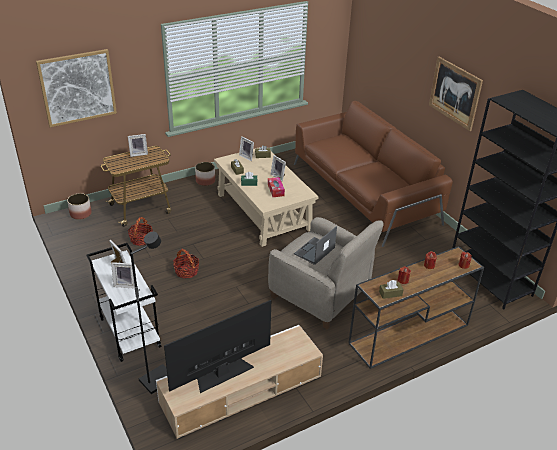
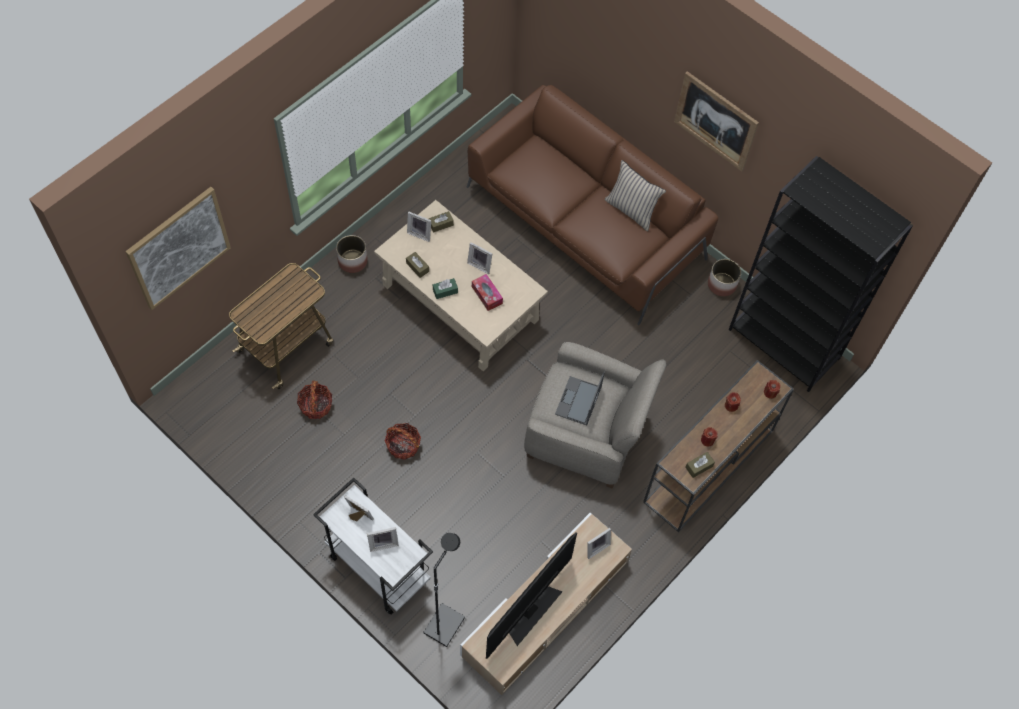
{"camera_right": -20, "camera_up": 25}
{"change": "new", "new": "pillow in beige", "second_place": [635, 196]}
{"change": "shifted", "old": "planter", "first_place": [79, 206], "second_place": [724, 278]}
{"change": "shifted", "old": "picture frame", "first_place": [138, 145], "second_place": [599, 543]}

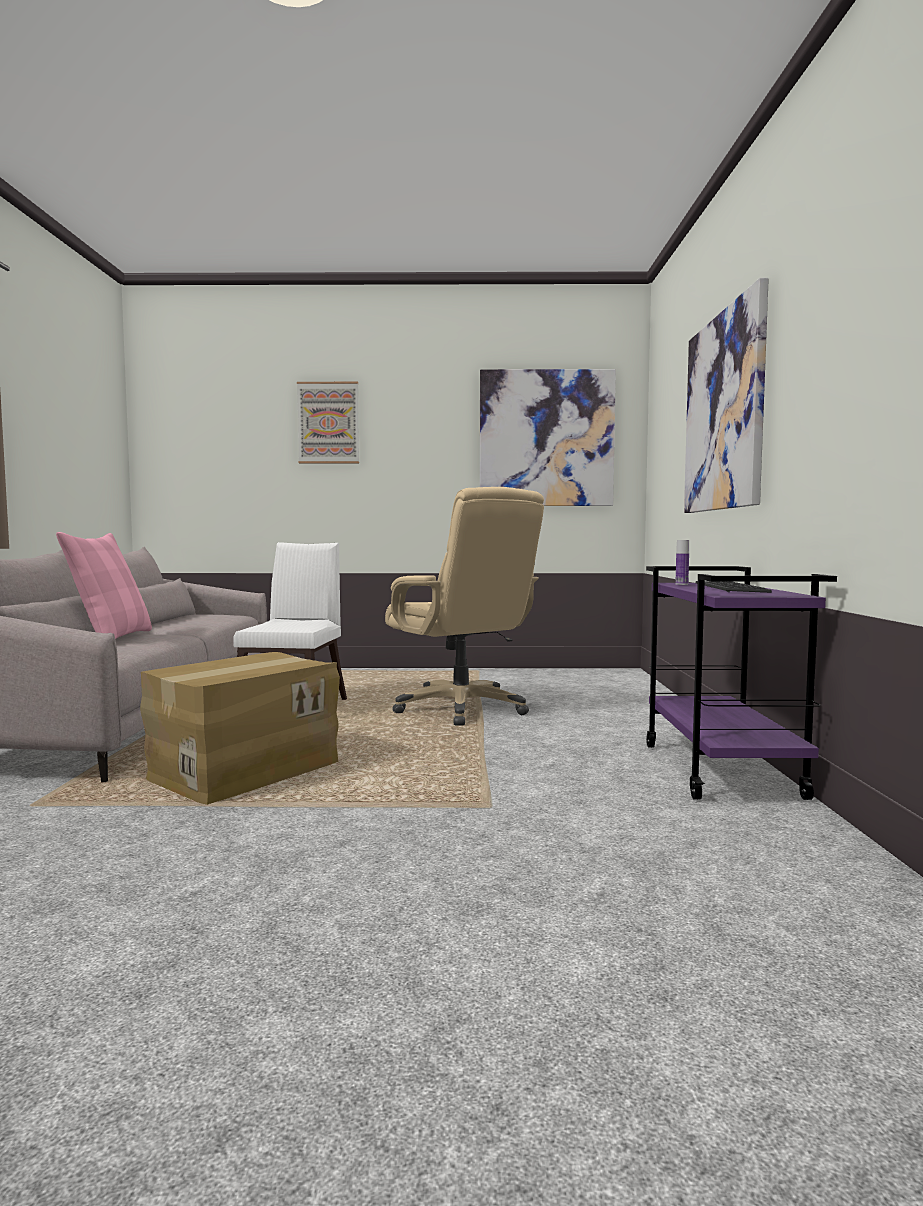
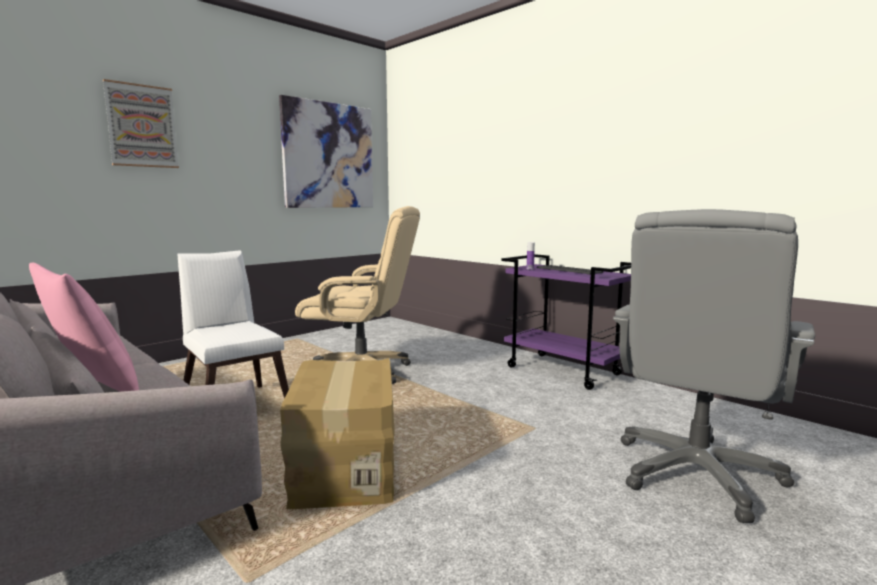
{"camera_right": -45, "camera_up": 5}
{"change": "gone", "old": "picture", "first_place": [726, 395]}
{"change": "new", "new": "office chair in grey", "second_place": [714, 366]}

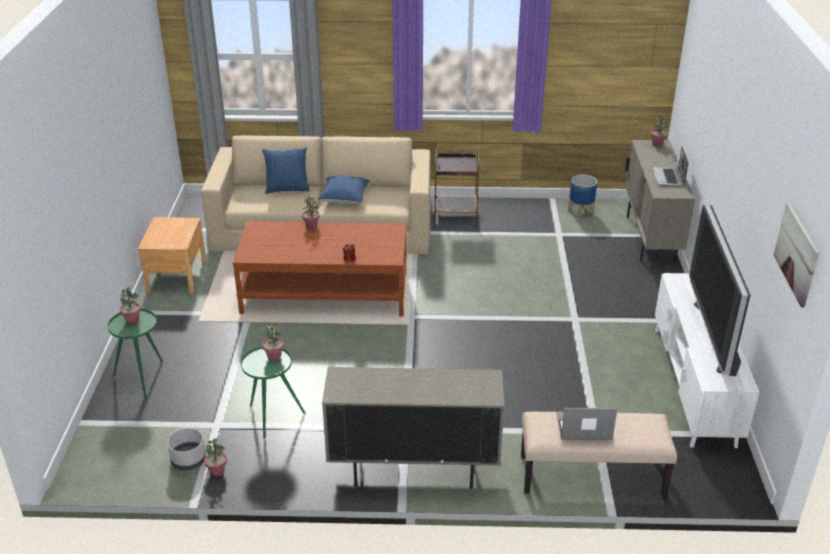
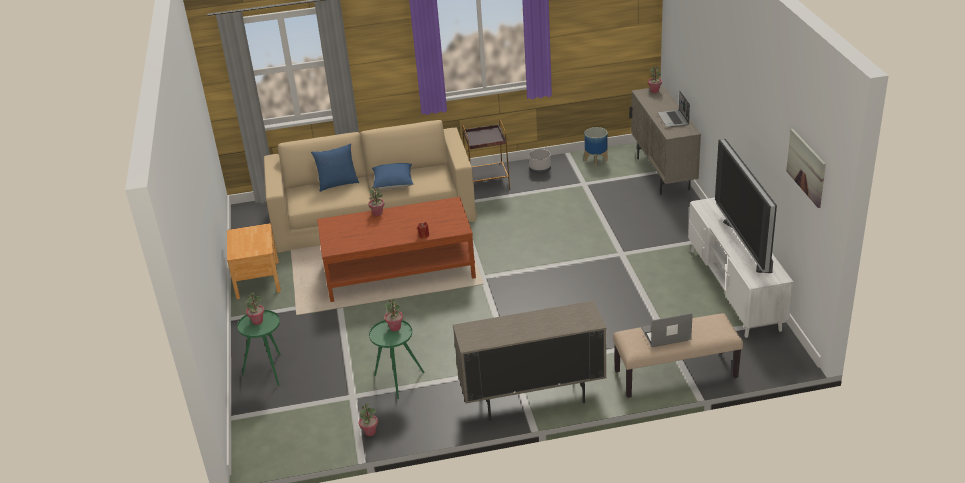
{"camera_right": -10, "camera_up": 0}
{"change": "shifted", "old": "planter in grey", "first_place": [186, 449], "second_place": [540, 161]}

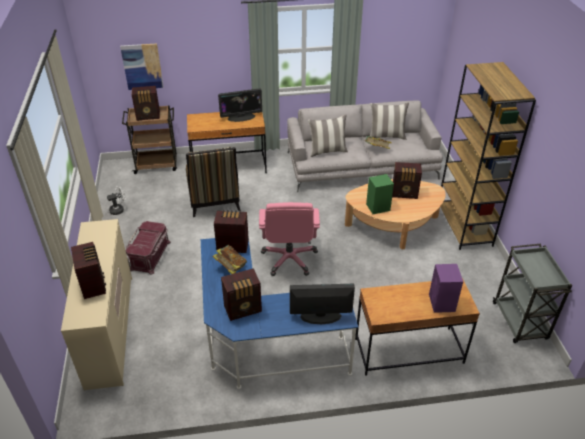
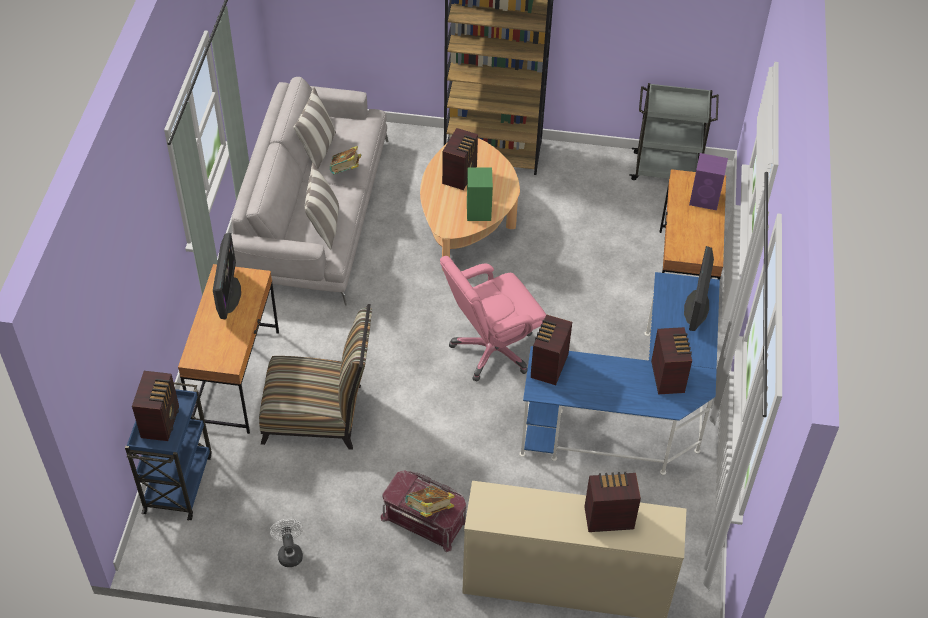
{"camera_right": -75, "camera_up": 10}
{"change": "gone", "old": "picture", "first_place": [142, 66]}
{"change": "shifted", "old": "book", "first_place": [230, 259], "second_place": [430, 501]}
{"change": "repainted", "old": "cart in brown", "new": "cart in blue", "first_place": [149, 139], "second_place": [168, 451]}
{"change": "rotated", "old": "office chair in pink", "first_place": [289, 239], "second_place": [493, 318], "degrees": 135}

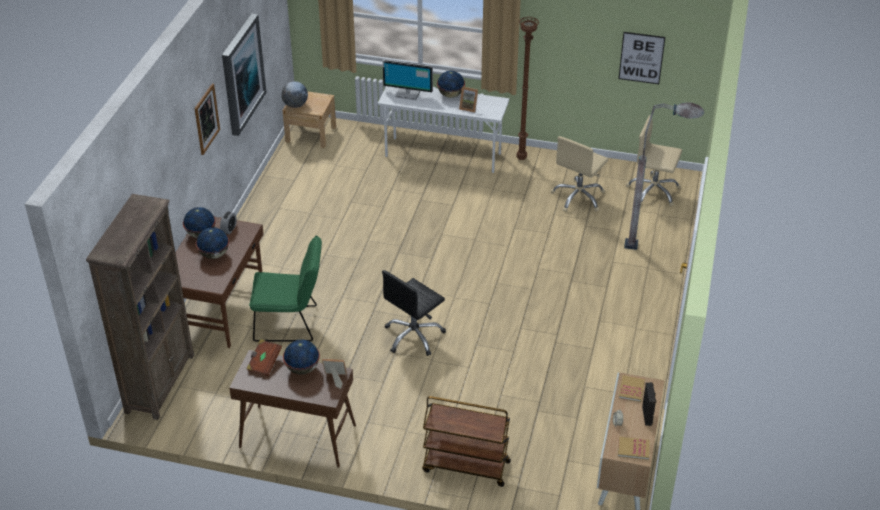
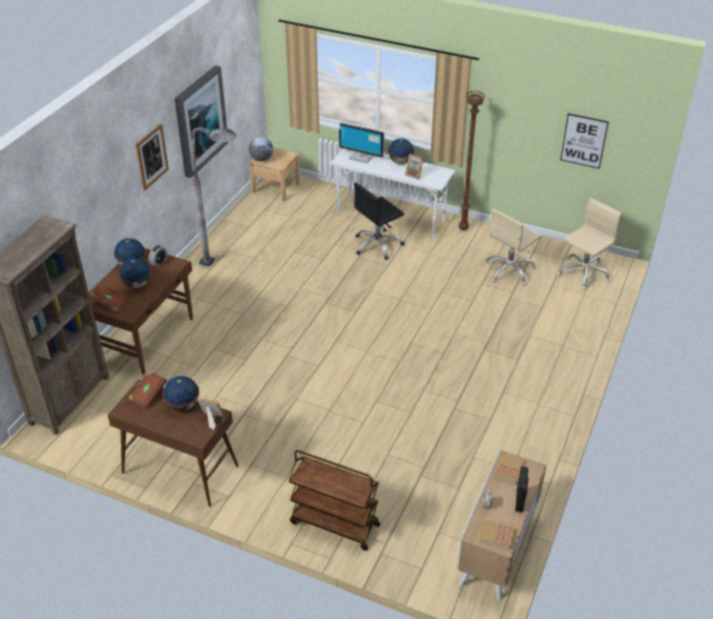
{"camera_right": 10, "camera_up": 0}
{"change": "gone", "old": "chair in green", "first_place": [285, 288]}
{"change": "new", "new": "book in brown", "second_place": [109, 298]}
{"change": "shifted", "old": "office chair in black", "first_place": [414, 313], "second_place": [379, 221]}
{"change": "shifted", "old": "floor lamp in grey", "first_place": [664, 176], "second_place": [213, 197]}
{"change": "rotated", "old": "office chair in beige", "first_place": [654, 161], "second_place": [589, 244], "degrees": 105}

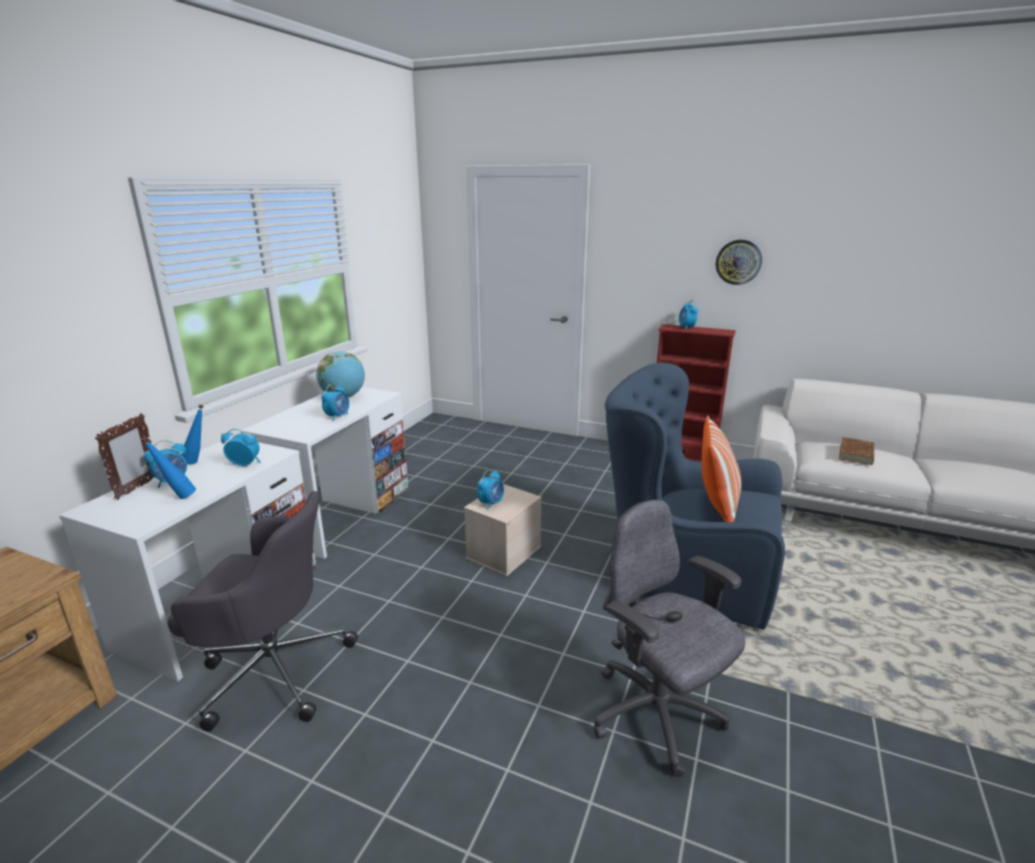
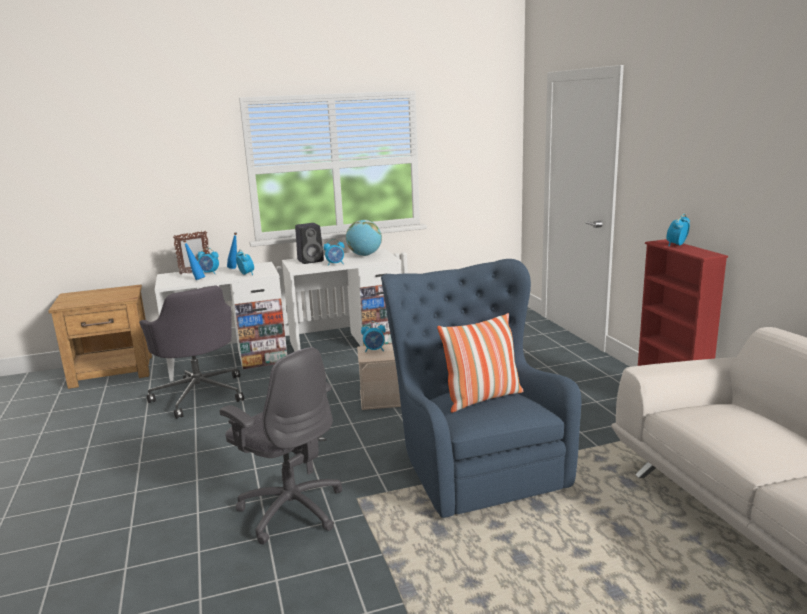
{"camera_right": 50, "camera_up": -5}
{"change": "gone", "old": "wall clock", "first_place": [739, 262]}
{"change": "gone", "old": "book in brown", "first_place": [856, 451]}
{"change": "new", "new": "speaker in black", "second_place": [309, 243]}
{"change": "rotated", "old": "office chair in grey", "first_place": [669, 638], "second_place": [280, 445], "degrees": 120}

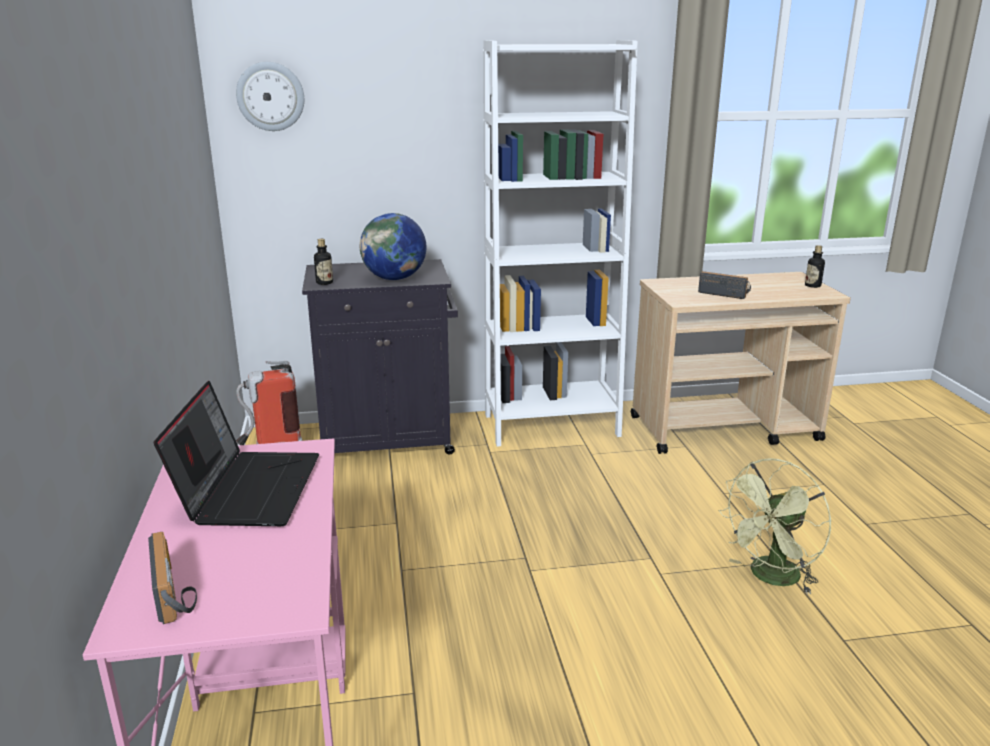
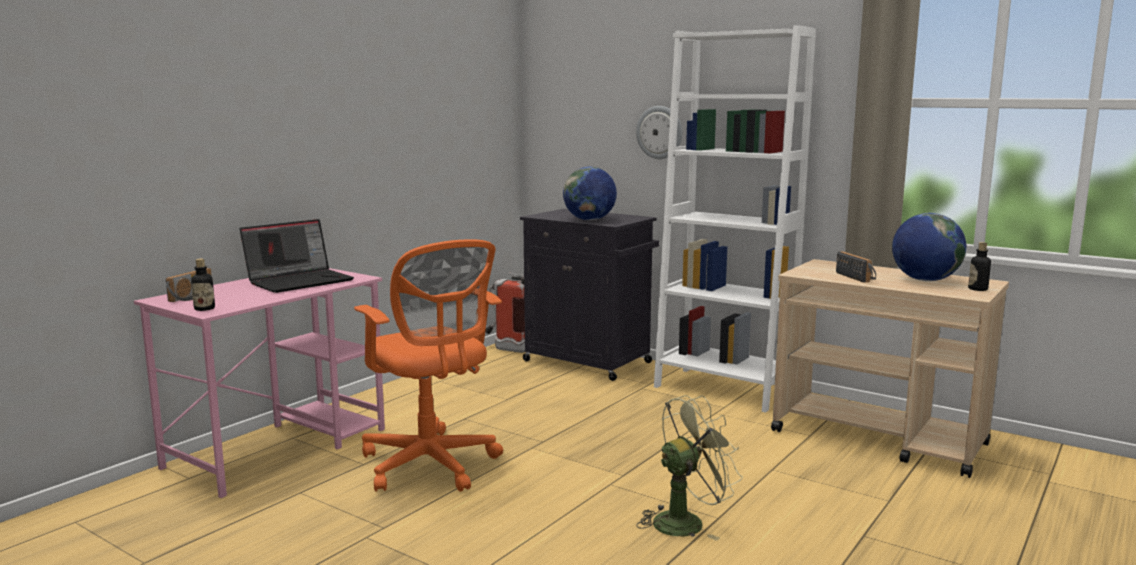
{"camera_right": 45, "camera_up": -10}
{"change": "new", "new": "office chair in orange", "second_place": [428, 365]}
{"change": "new", "new": "globe", "second_place": [929, 247]}
{"change": "shifted", "old": "wall clock", "first_place": [270, 96], "second_place": [659, 132]}
{"change": "shifted", "old": "bottle", "first_place": [323, 262], "second_place": [203, 285]}
{"change": "rotated", "old": "fan in green", "first_place": [775, 526], "second_place": [689, 468], "degrees": 150}

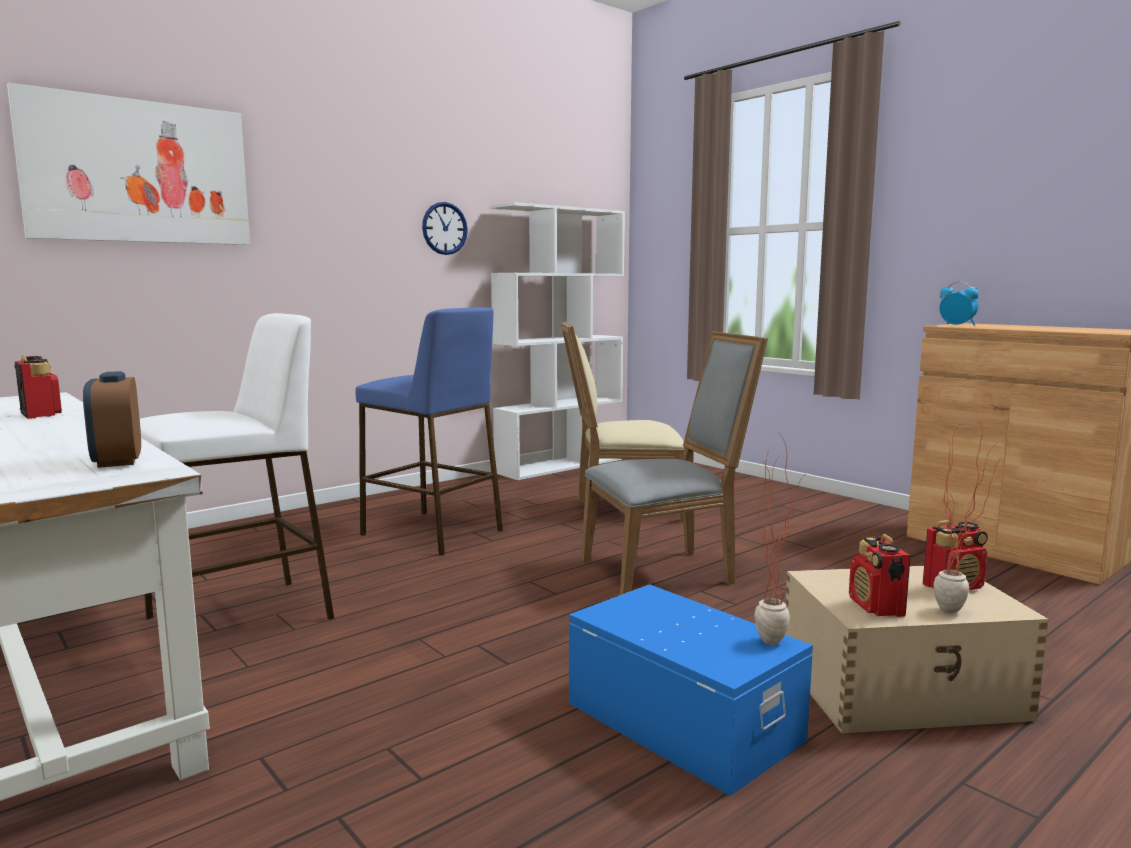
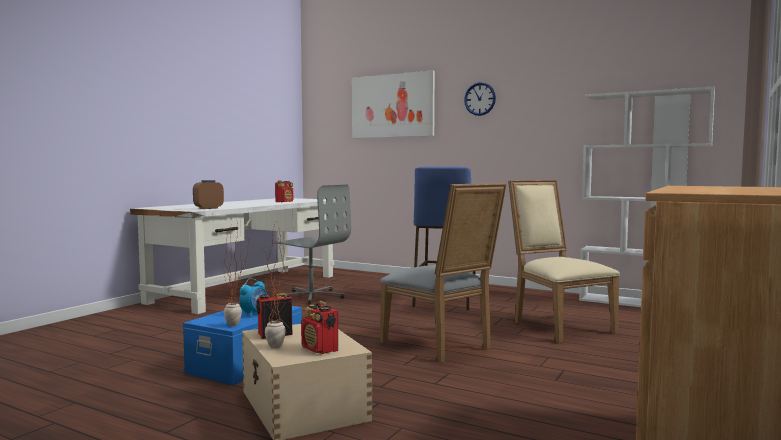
{"camera_right": 70, "camera_up": -5}
{"change": "shifted", "old": "wall clock", "first_place": [445, 228], "second_place": [480, 99]}
{"change": "shifted", "old": "alarm clock", "first_place": [959, 303], "second_place": [253, 297]}
{"change": "swapped", "old": "stool in white", "new": "office chair in grey", "first_place": [237, 466], "second_place": [311, 245]}

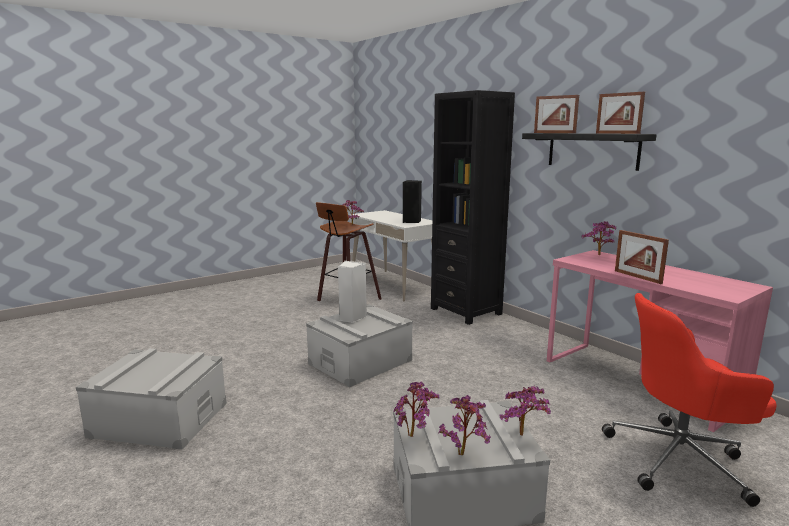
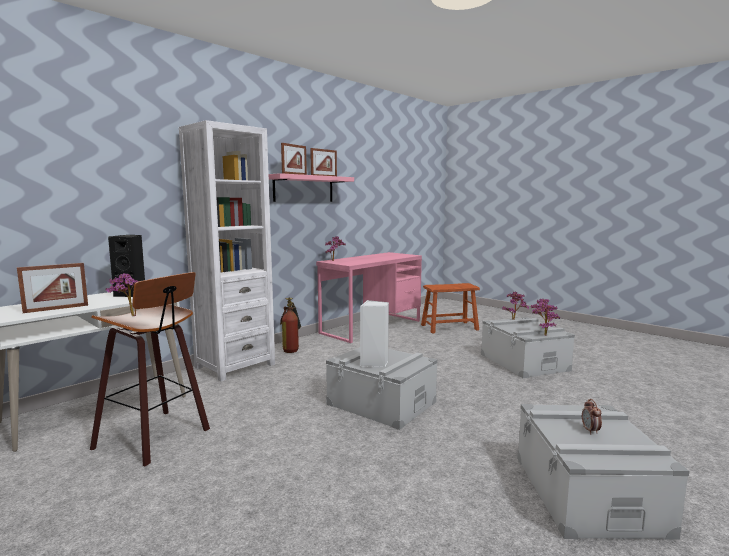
{"camera_right": -100, "camera_up": -5}
{"change": "new", "new": "fire extinguisher", "second_place": [290, 325]}
{"change": "new", "new": "alarm clock", "second_place": [592, 416]}
{"change": "shifted", "old": "picture frame", "first_place": [642, 257], "second_place": [52, 288]}
{"change": "swapped", "old": "office chair in red", "new": "stool in brown", "first_place": [689, 400], "second_place": [450, 308]}
{"change": "repainted", "old": "bookcase in black", "new": "bookcase in white", "first_place": [473, 207], "second_place": [227, 250]}
{"change": "repainted", "old": "shelf in black", "new": "shelf in pink", "first_place": [589, 152], "second_place": [311, 187]}

